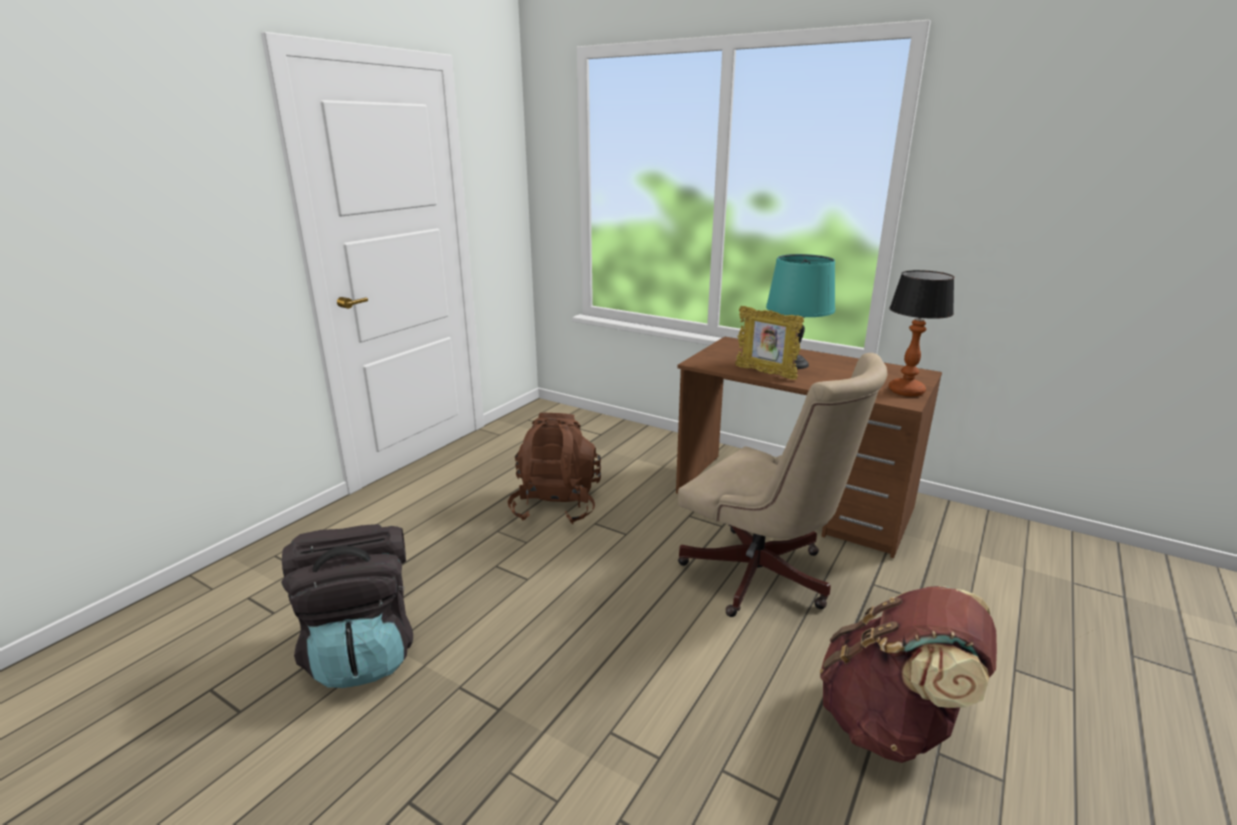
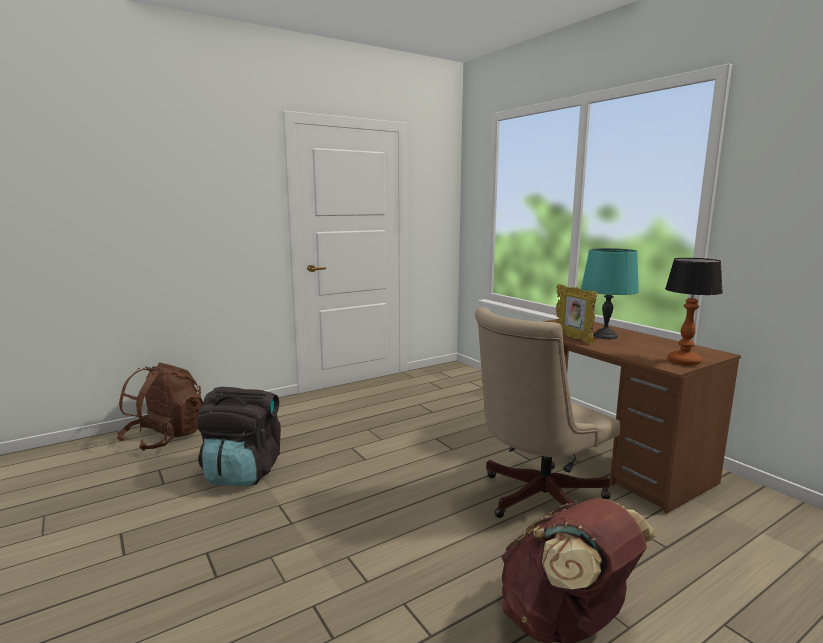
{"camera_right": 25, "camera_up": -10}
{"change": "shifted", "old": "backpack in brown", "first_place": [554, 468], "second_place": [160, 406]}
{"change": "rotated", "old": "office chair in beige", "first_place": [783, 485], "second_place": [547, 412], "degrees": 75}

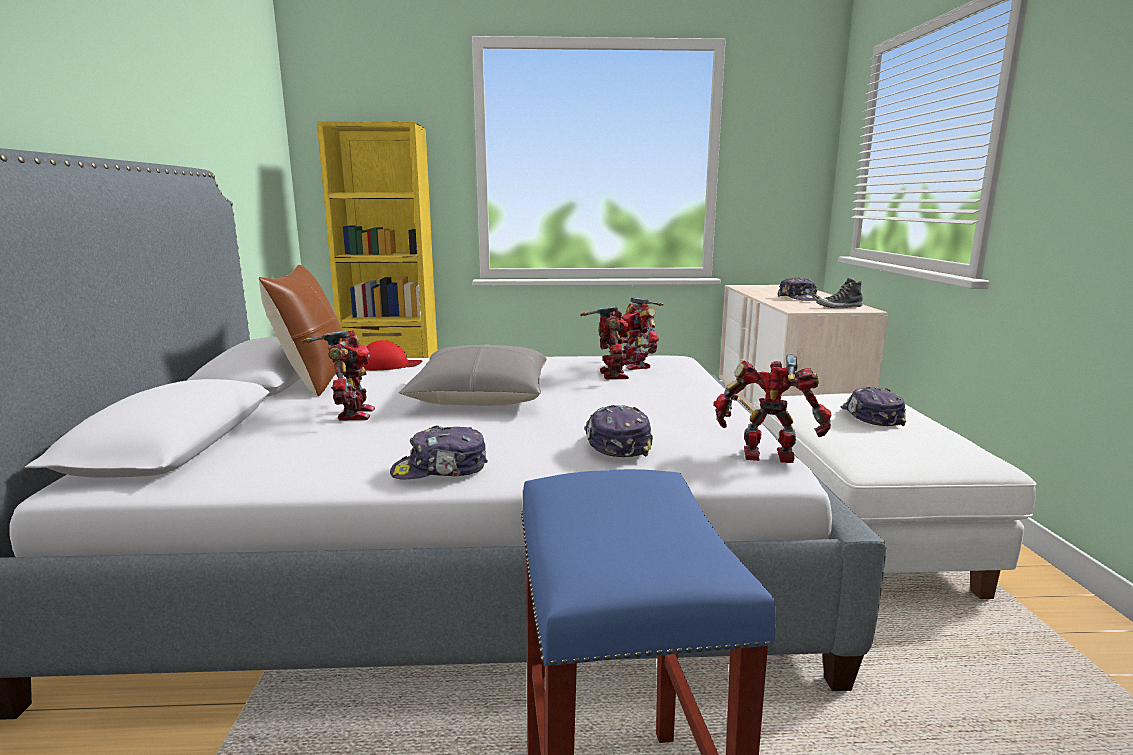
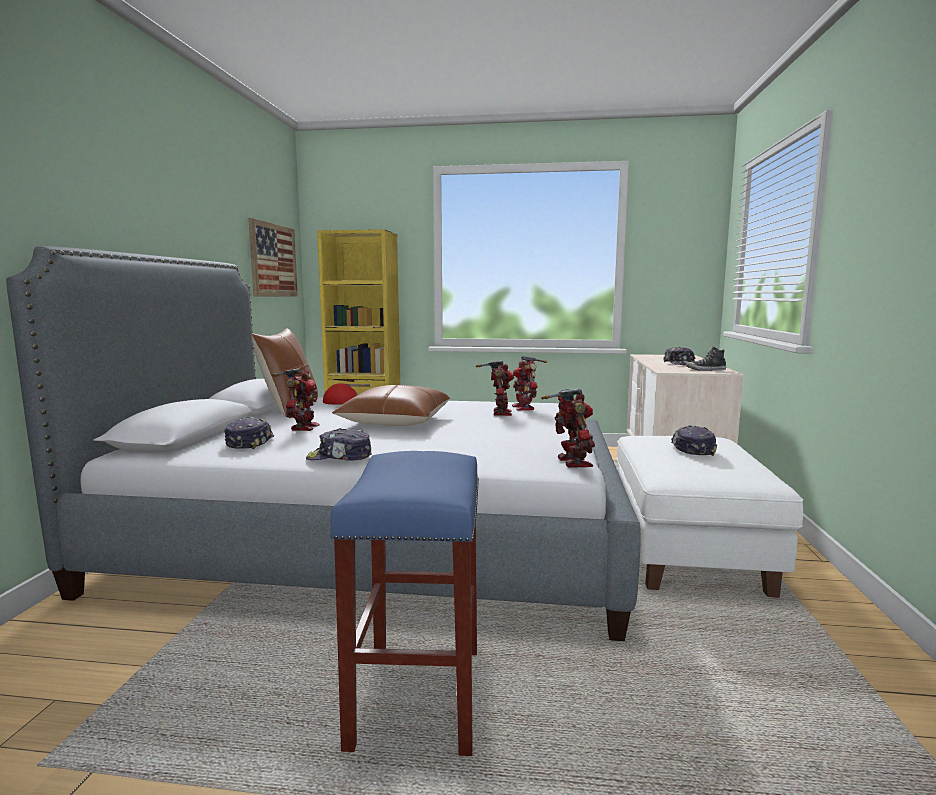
{"camera_right": 10, "camera_up": -5}
{"change": "new", "new": "picture", "second_place": [273, 257]}
{"change": "shifted", "old": "cap", "first_place": [618, 431], "second_place": [249, 433]}
{"change": "repainted", "old": "pillow in grey", "new": "pillow in brown", "first_place": [473, 375], "second_place": [391, 405]}
{"change": "rotated", "old": "toy robot", "first_place": [772, 408], "second_place": [568, 428], "degrees": 60}

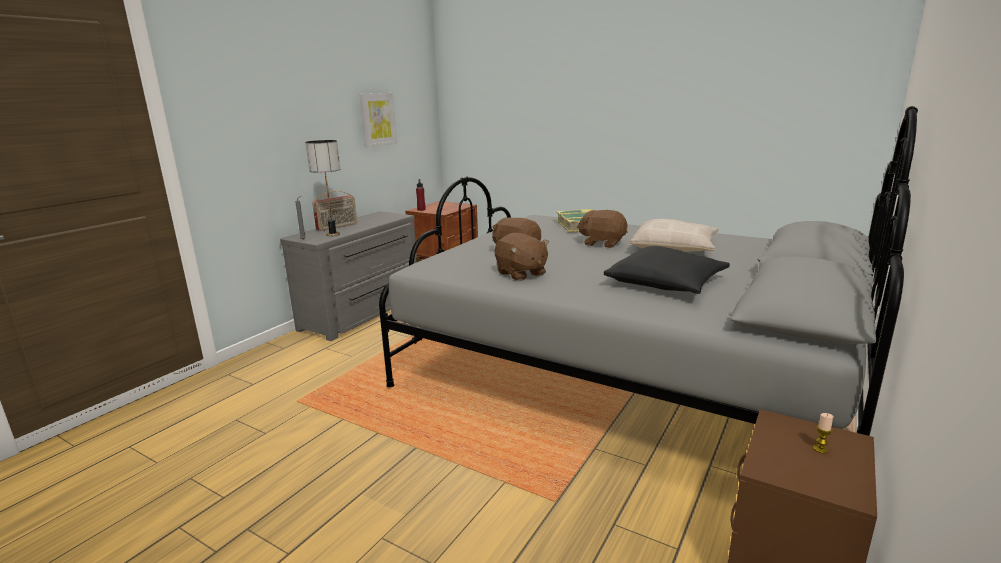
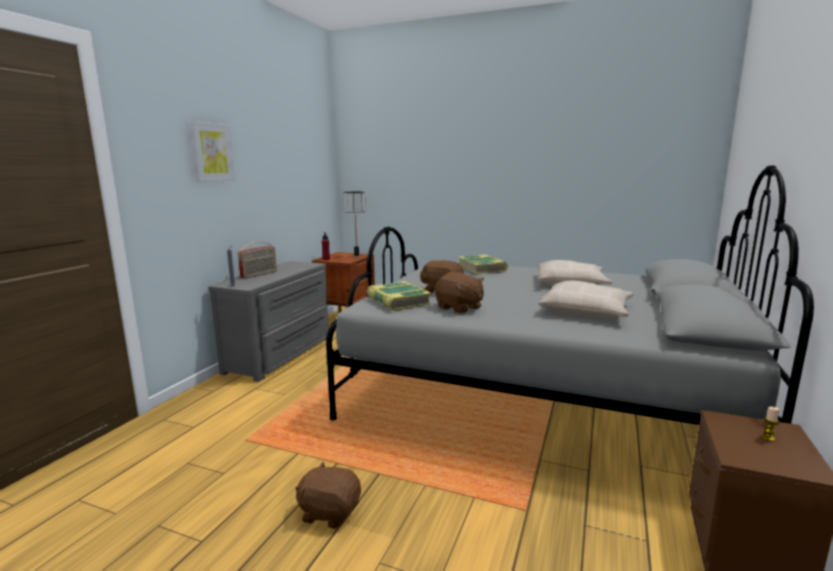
{"camera_right": -10, "camera_up": -5}
{"change": "new", "new": "book", "second_place": [399, 296]}
{"change": "shifted", "old": "table lamp", "first_place": [322, 188], "second_place": [355, 225]}
{"change": "shifted", "old": "picture", "first_place": [378, 120], "second_place": [212, 151]}
{"change": "shifted", "old": "plush toy in brown", "first_place": [602, 229], "second_place": [328, 495]}
{"change": "repainted", "old": "pillow in black", "new": "pillow in beige", "first_place": [667, 270], "second_place": [586, 299]}

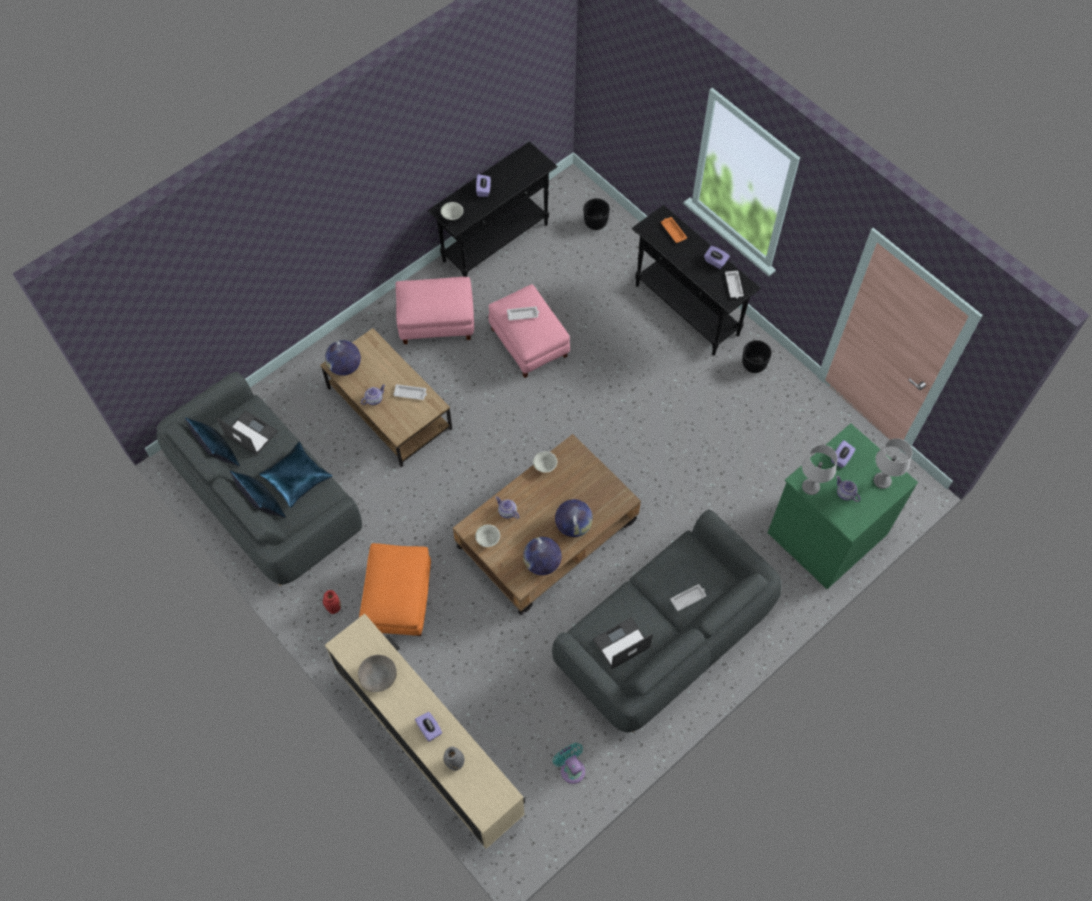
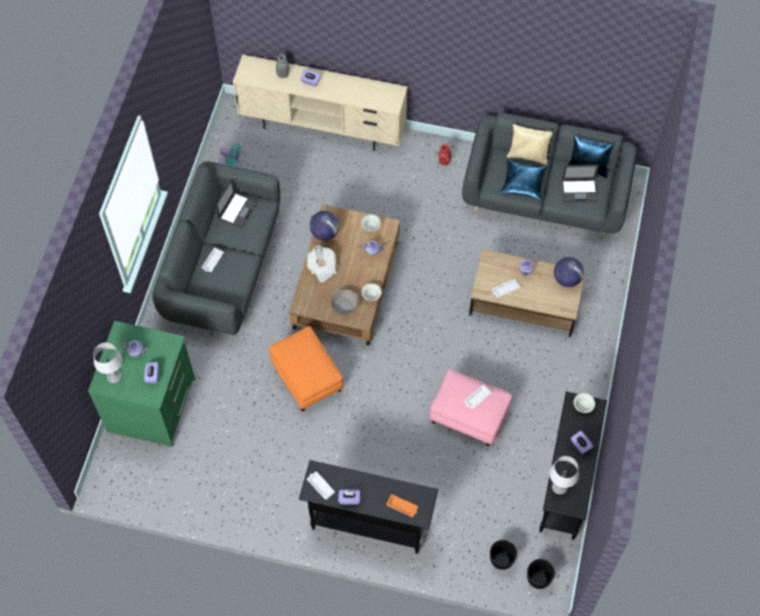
{"camera_right": 145, "camera_up": 0}
{"change": "gone", "old": "ottoman in pink", "first_place": [435, 310]}
{"change": "shifted", "old": "bowl in grey", "first_place": [377, 673], "second_place": [345, 302]}
{"change": "shifted", "old": "ottoman in orange", "first_place": [395, 589], "second_place": [307, 369]}
{"change": "shifted", "old": "planter in black", "first_place": [757, 356], "second_place": [541, 574]}
{"change": "shifted", "old": "table lamp in grey", "first_place": [820, 470], "second_place": [564, 475]}
{"change": "swapped", "old": "globe", "new": "newspaper", "first_place": [574, 518], "second_place": [322, 264]}
{"change": "repainted", "old": "pillow in blue", "new": "pillow in beige", "first_place": [258, 494], "second_place": [530, 144]}

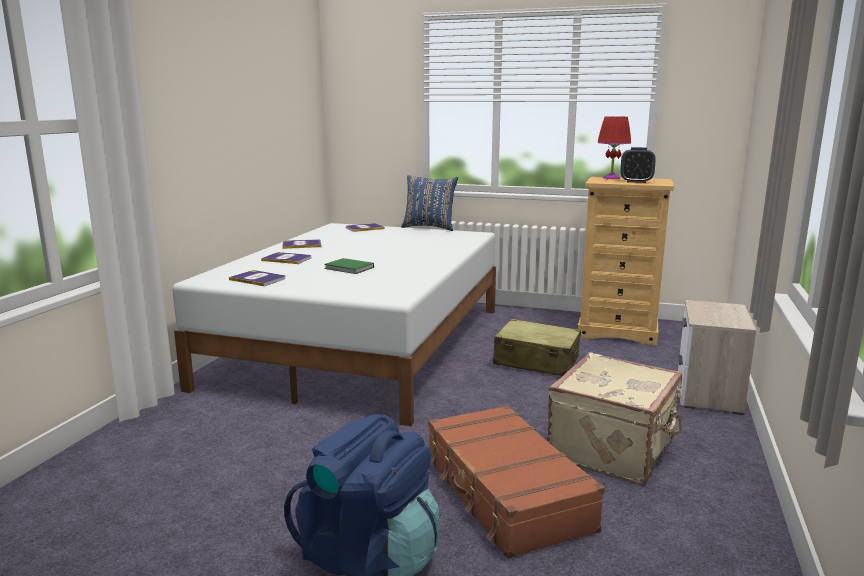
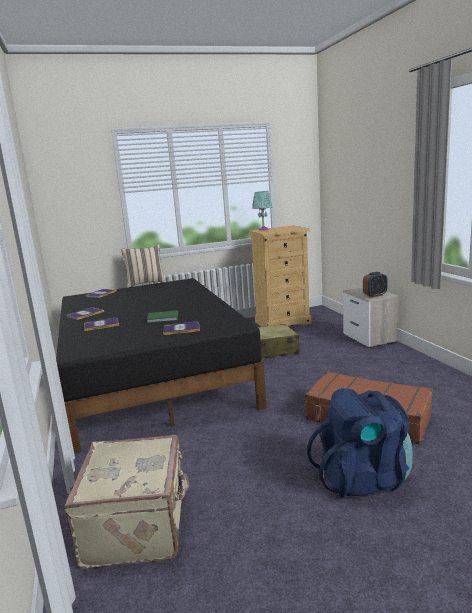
{"camera_right": -35, "camera_up": 0}
{"change": "shifted", "old": "book", "first_place": [257, 278], "second_place": [181, 328]}
{"change": "shifted", "old": "suitcase in beige", "first_place": [614, 418], "second_place": [127, 502]}
{"change": "shifted", "old": "alarm clock", "first_place": [638, 165], "second_place": [375, 285]}
{"change": "repainted", "old": "bed in white", "new": "bed in black", "first_place": [334, 324], "second_place": [161, 366]}
{"change": "repainted", "old": "pillow in blue", "new": "pillow in beige", "first_place": [429, 203], "second_place": [143, 266]}
{"change": "repainted", "old": "table lamp in red", "new": "table lamp in turquoise", "first_place": [614, 147], "second_place": [262, 210]}

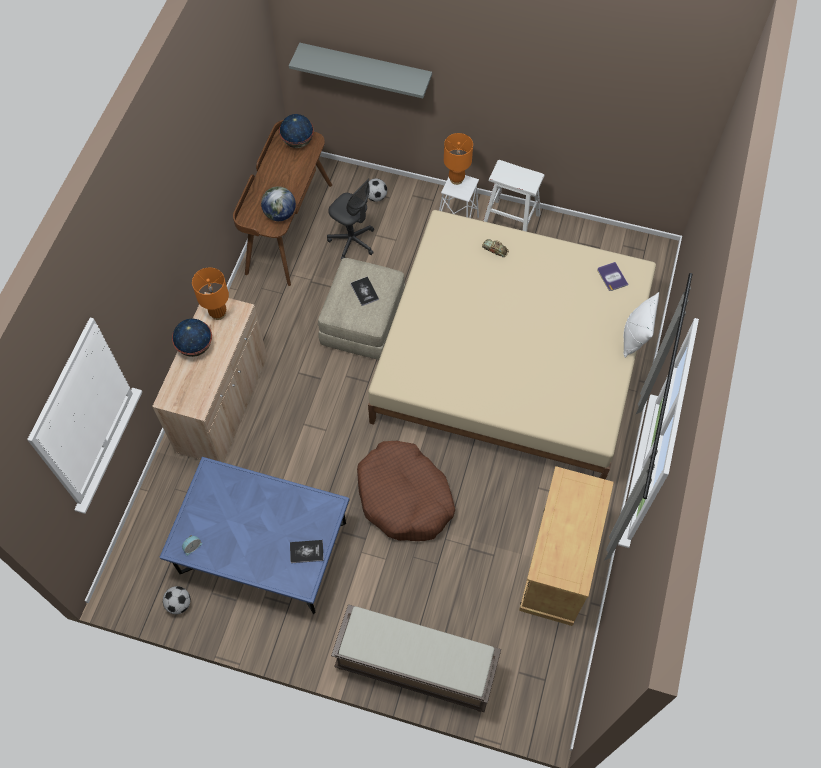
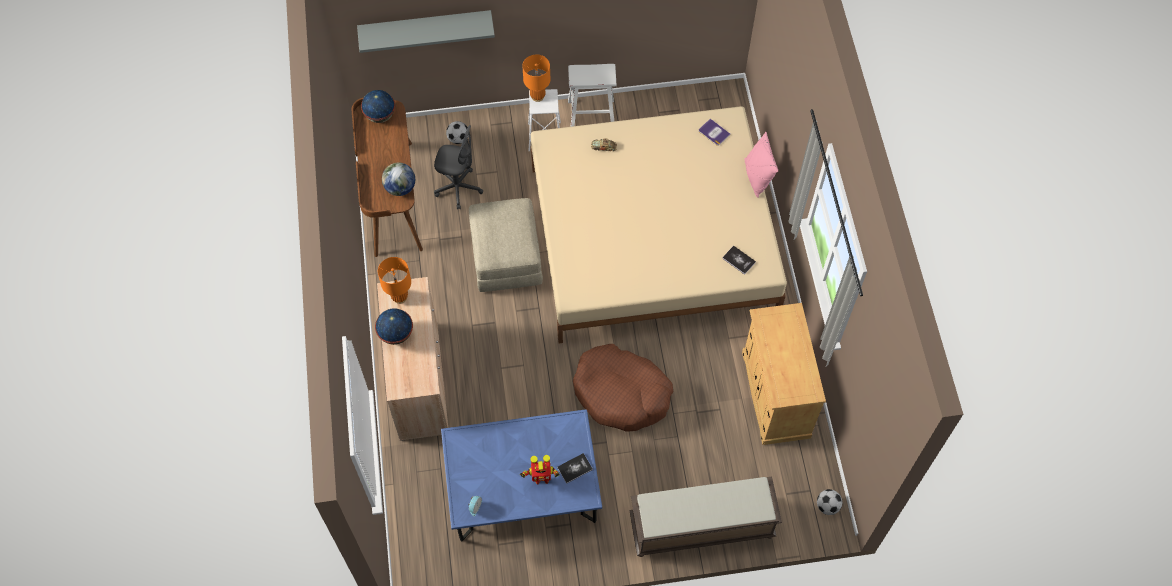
{"camera_right": -25, "camera_up": 0}
{"change": "new", "new": "toy robot", "second_place": [539, 469]}
{"change": "shifted", "old": "football", "first_place": [177, 600], "second_place": [829, 502]}
{"change": "shifted", "old": "book", "first_place": [365, 291], "second_place": [739, 260]}
{"change": "repainted", "old": "pillow in white", "new": "pillow in pink", "first_place": [641, 325], "second_place": [761, 165]}

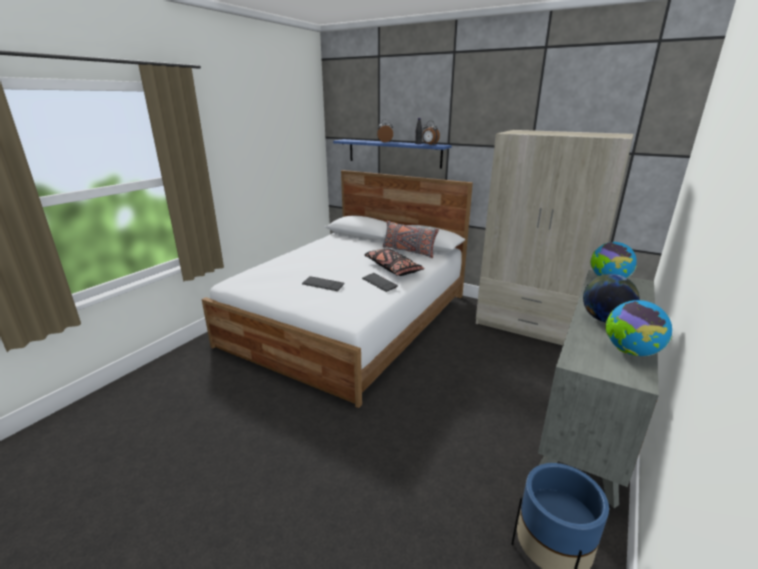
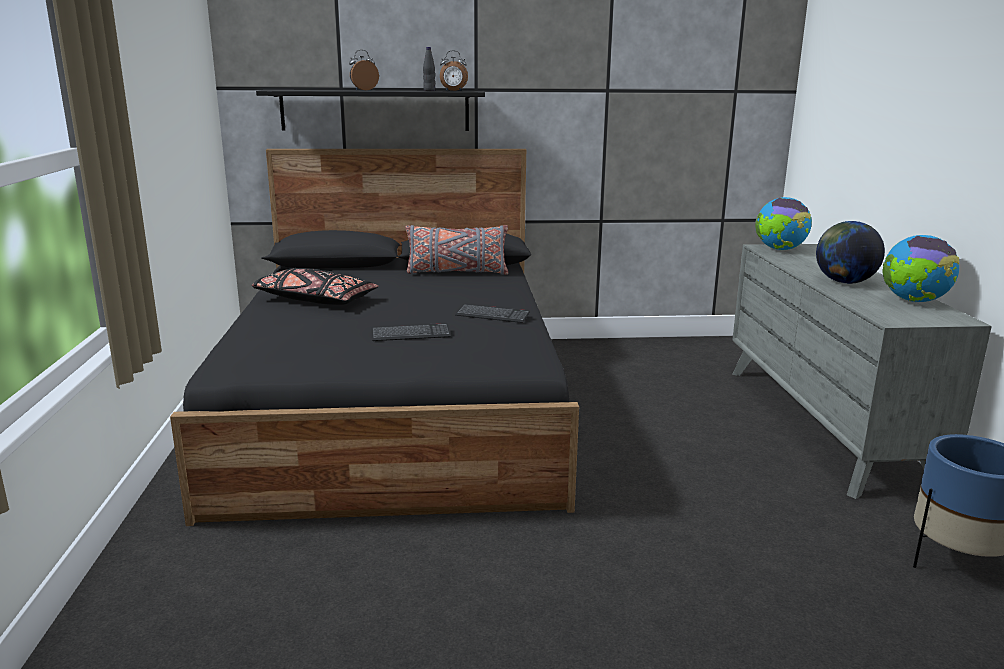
{"camera_right": -35, "camera_up": -5}
{"change": "gone", "old": "wardrobe in beige", "first_place": [555, 237]}
{"change": "shifted", "old": "pillow in black", "first_place": [394, 262], "second_place": [315, 286]}
{"change": "repainted", "old": "bed in white", "new": "bed in black", "first_place": [337, 289], "second_place": [374, 337]}
{"change": "repainted", "old": "shelf in blue", "new": "shelf in black", "first_place": [392, 154], "second_place": [370, 110]}

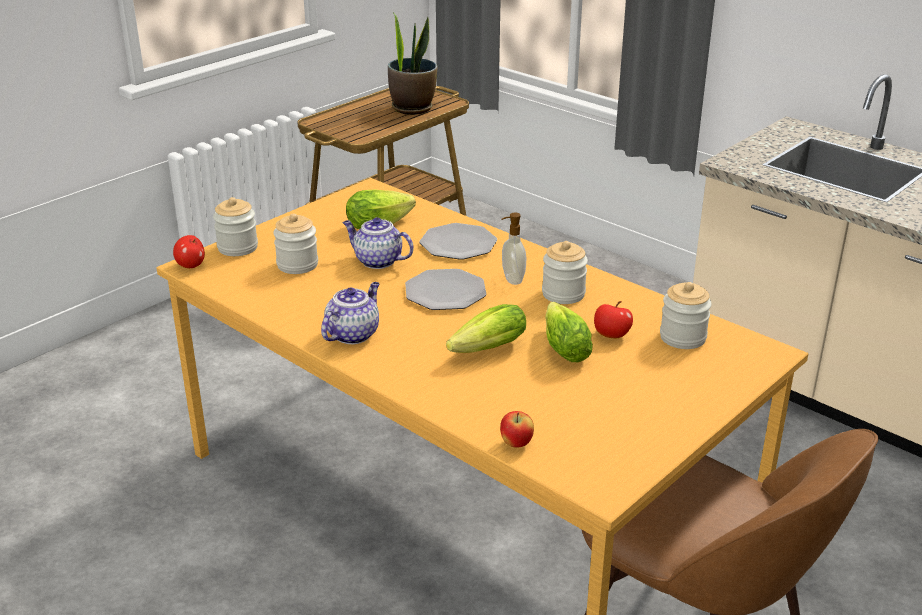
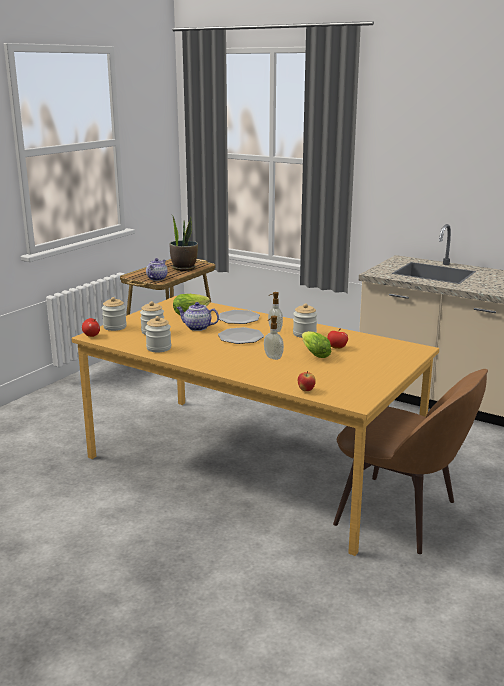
{"camera_right": -10, "camera_up": -10}
{"change": "shifted", "old": "teapot", "first_place": [350, 313], "second_place": [157, 269]}
{"change": "shifted", "old": "jar", "first_place": [686, 315], "second_place": [158, 334]}
{"change": "swapped", "old": "lettuce", "new": "soap dispenser", "first_place": [486, 328], "second_place": [274, 338]}

